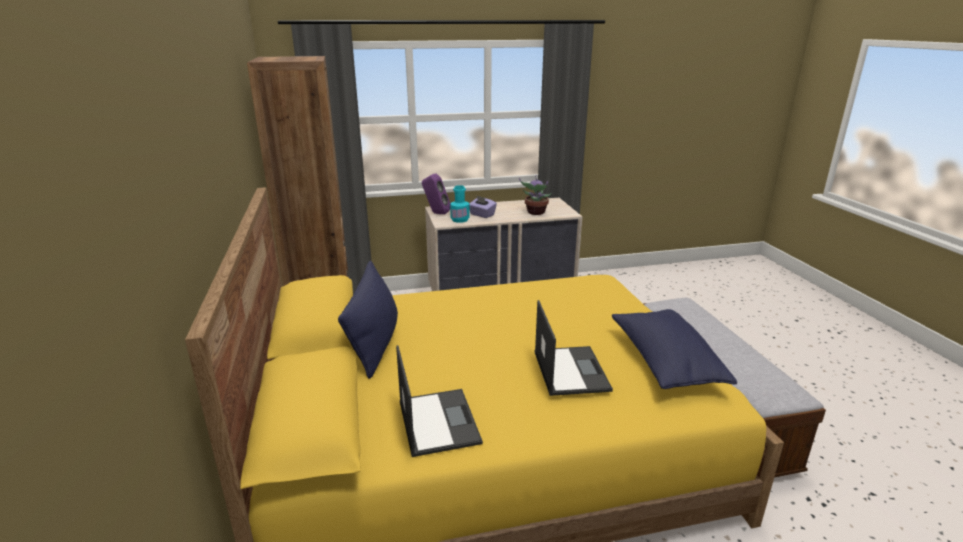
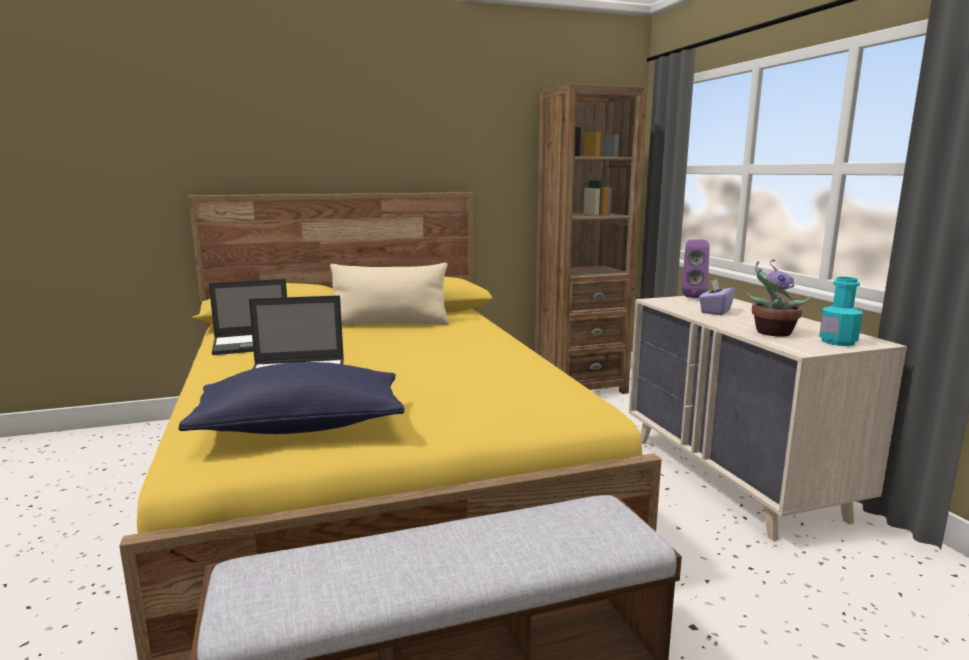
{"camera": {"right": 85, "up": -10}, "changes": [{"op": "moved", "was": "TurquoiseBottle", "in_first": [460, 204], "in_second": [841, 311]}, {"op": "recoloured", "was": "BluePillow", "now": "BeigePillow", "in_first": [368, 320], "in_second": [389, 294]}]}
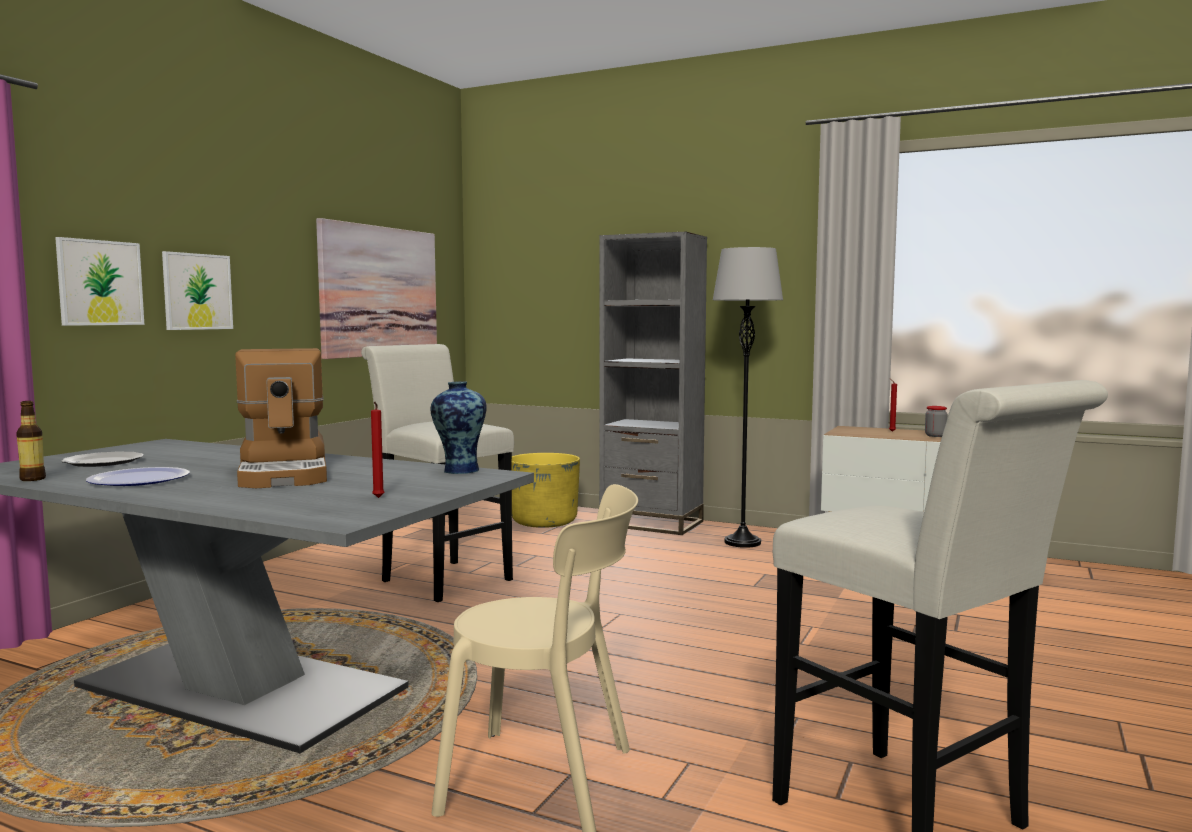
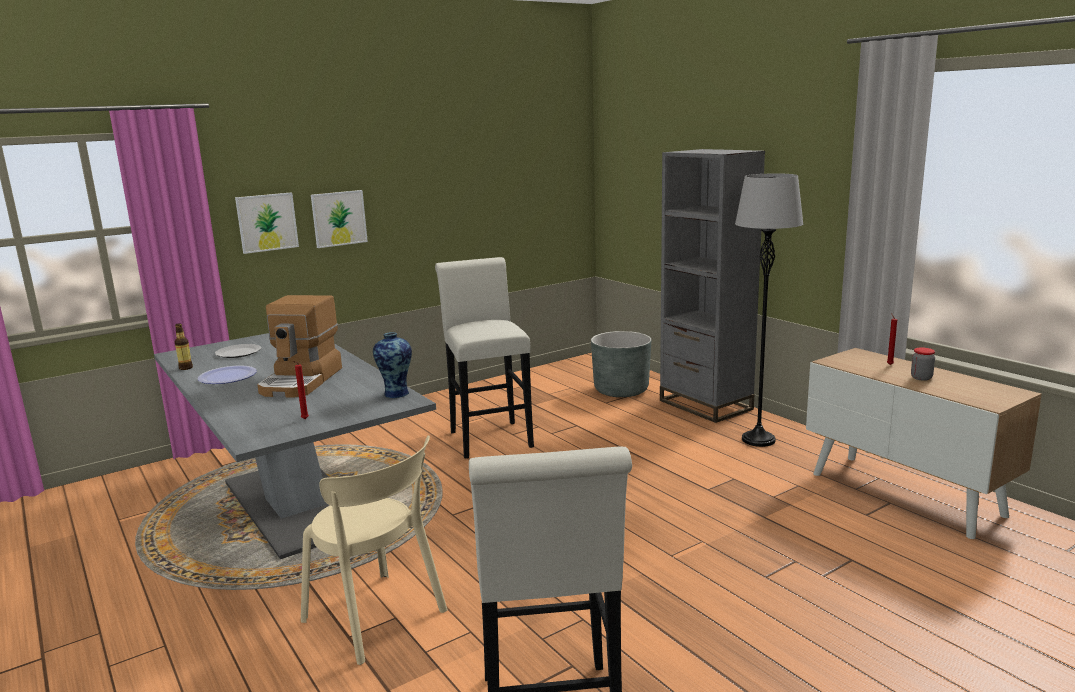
{"camera": {"right": 30, "up": 10}, "changes": [{"op": "removed", "was": "Picture", "in_first": [376, 288]}, {"op": "recoloured", "was": "YellowPlanter", "now": "GreyPlanter", "in_first": [546, 490], "in_second": [621, 364]}]}
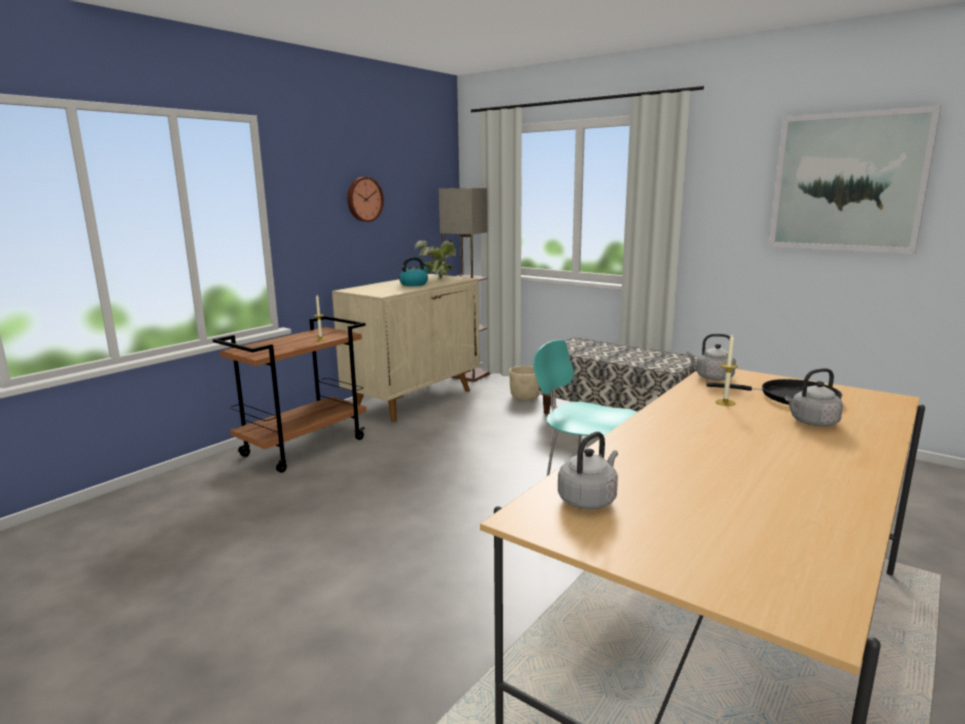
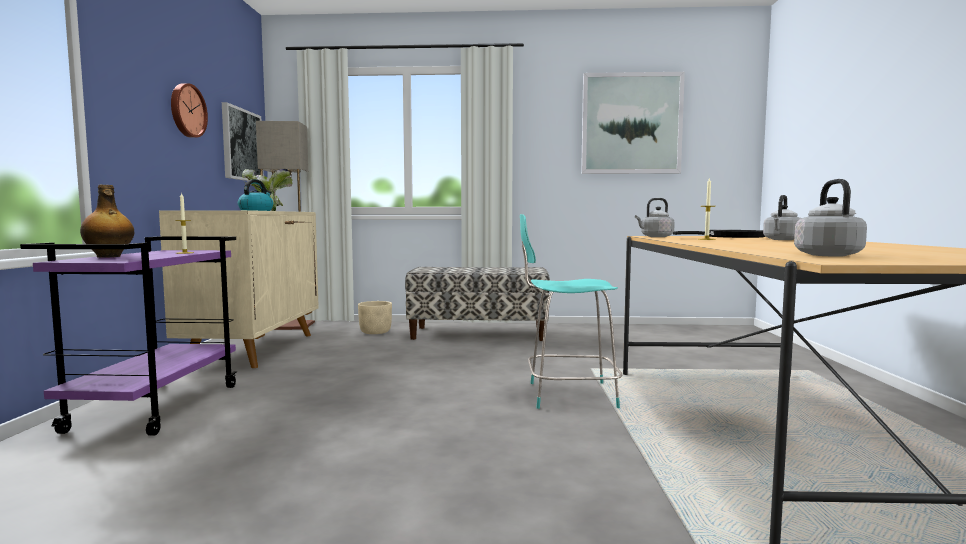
{"camera": {"right": -35, "up": -10}, "changes": [{"op": "added", "now": "Bottle", "in_second": [107, 221]}, {"op": "added", "now": "Picture", "in_second": [243, 141]}, {"op": "recoloured", "was": "BrownCart", "now": "PurpleCart", "in_first": [289, 394], "in_second": [128, 336]}]}
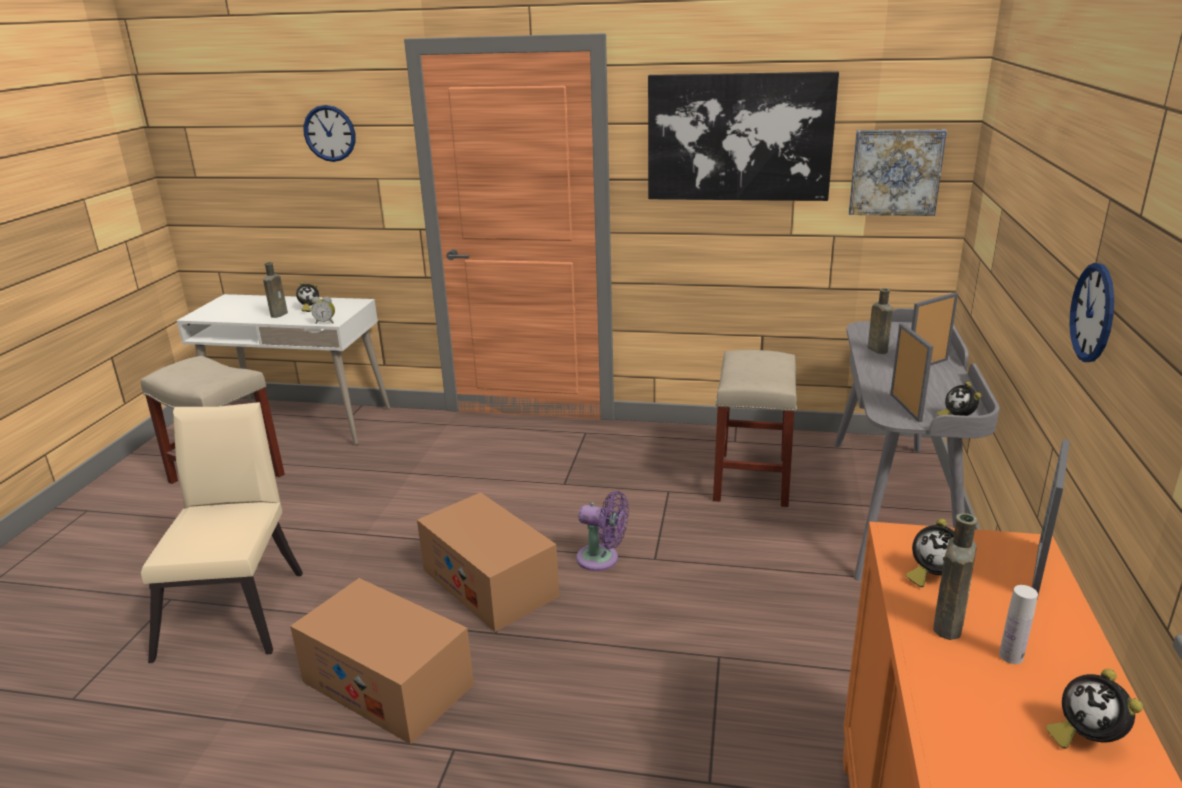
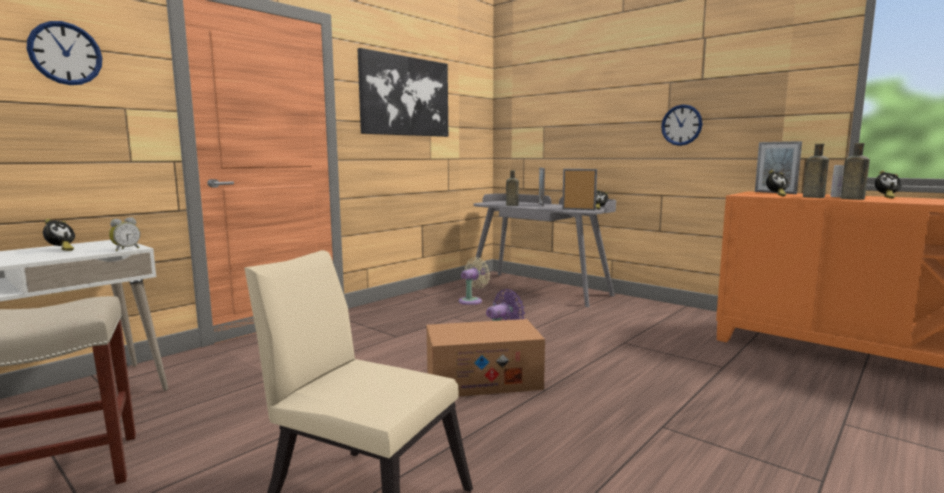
{"camera": {"right": -60, "up": -15}, "changes": [{"op": "removed", "was": "CardboardBox", "in_first": [382, 661]}, {"op": "removed", "was": "Picture", "in_first": [898, 172]}, {"op": "moved", "was": "BrownBottle", "in_first": [275, 290], "in_second": [855, 171]}, {"op": "replaced", "was": "BeigeStool", "now": "BeigeFan", "in_first": [755, 428], "in_second": [474, 281]}]}
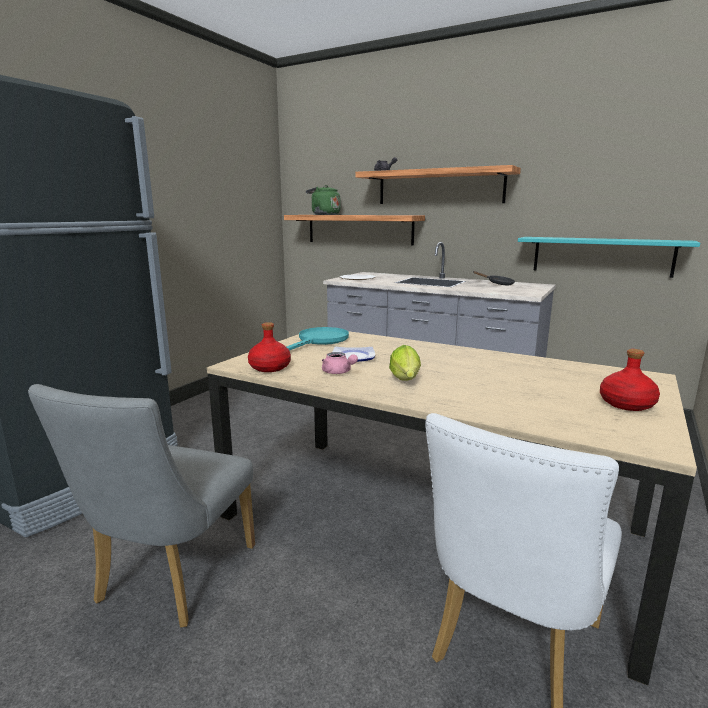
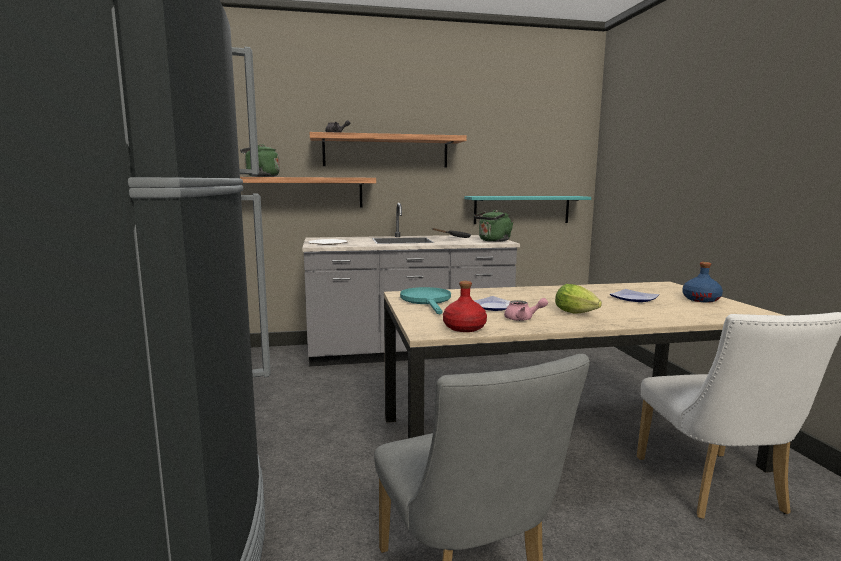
{"camera": {"right": -40, "up": -5}, "changes": [{"op": "added", "now": "GreenKettle", "in_second": [493, 226]}, {"op": "added", "now": "Plate", "in_second": [634, 295]}, {"op": "recoloured", "was": "RedBottle", "now": "BlueBottle", "in_first": [630, 380], "in_second": [702, 282]}]}
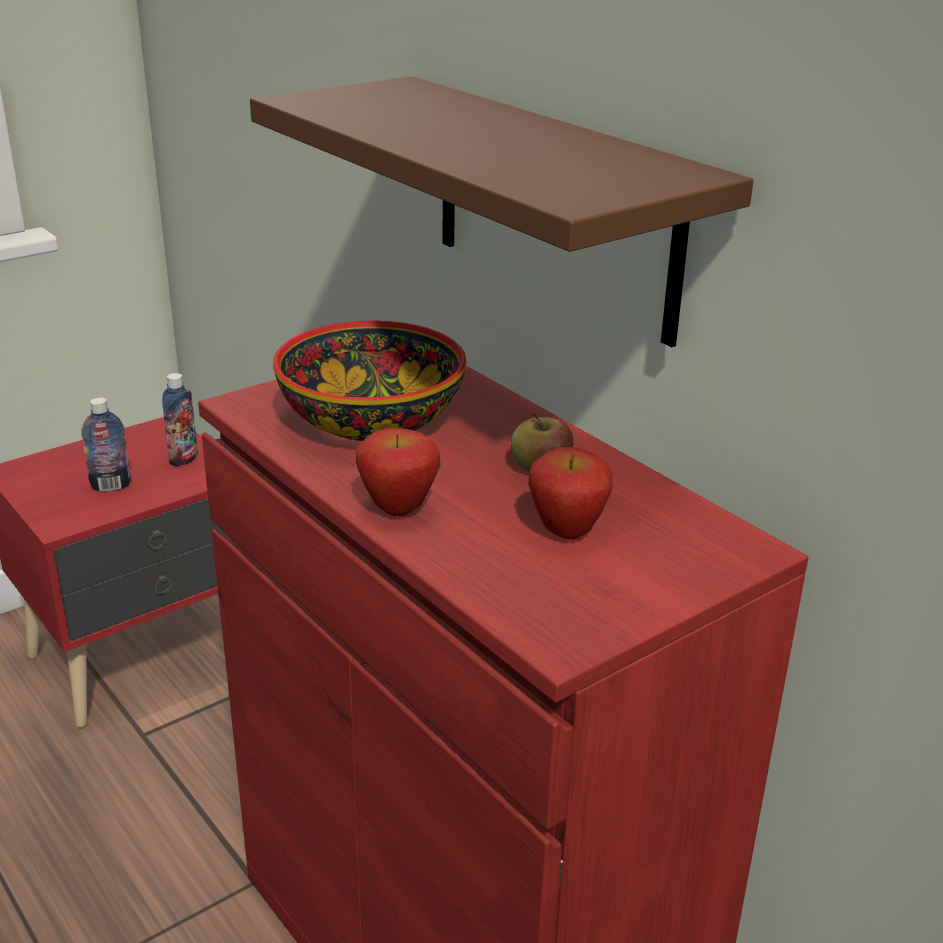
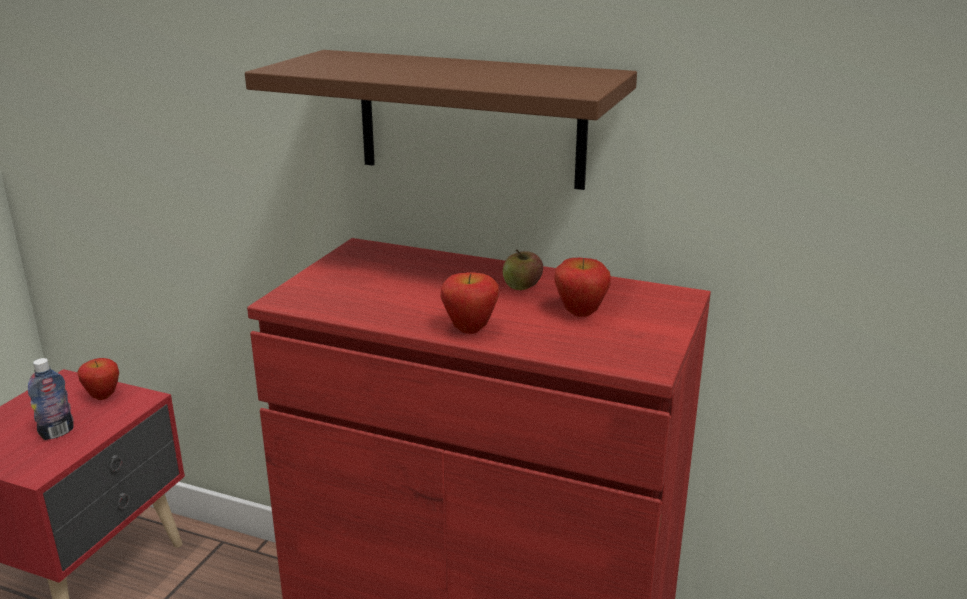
{"camera": {"right": -30, "up": -5}, "changes": [{"op": "removed", "was": "Bowl", "in_first": [369, 380]}, {"op": "replaced", "was": "Bottle", "now": "Apple", "in_first": [180, 420], "in_second": [98, 379]}]}
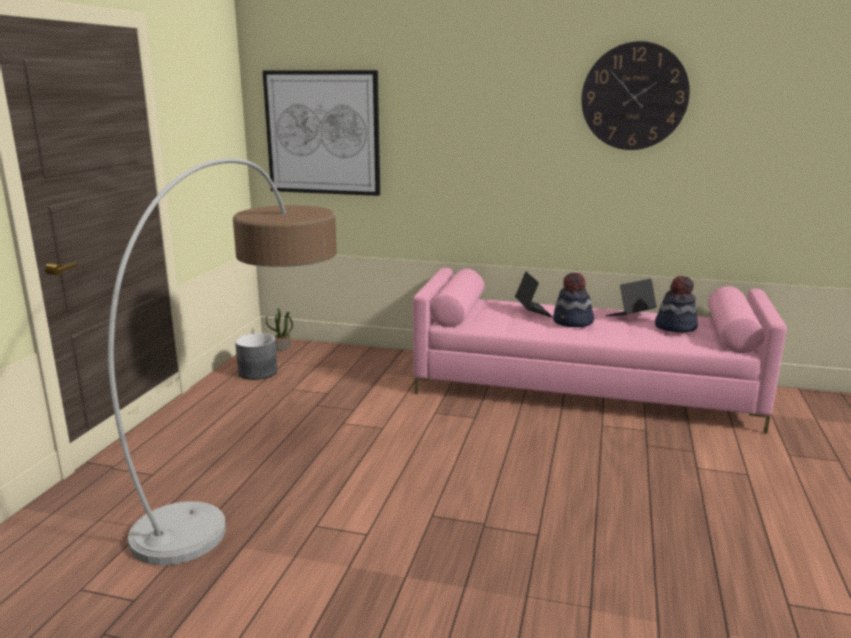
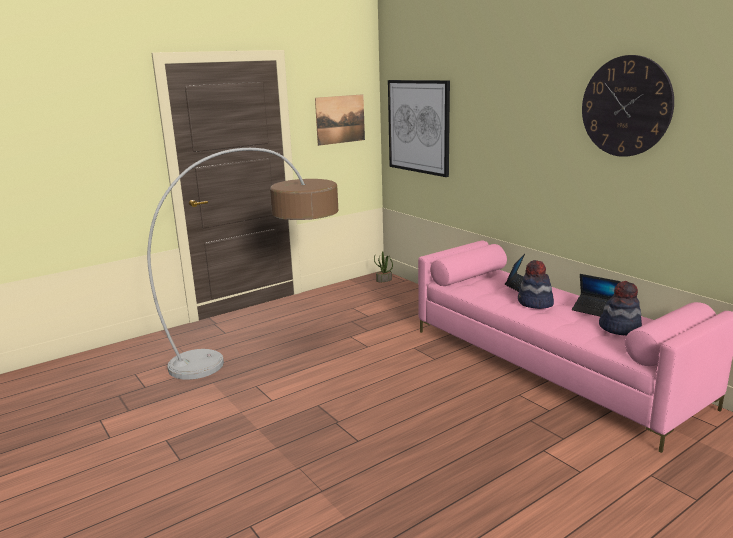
{"camera": {"right": 40, "up": 0}, "changes": [{"op": "removed", "was": "GreyPlanter", "in_first": [256, 356]}, {"op": "added", "now": "Picture", "in_second": [340, 120]}, {"op": "turned", "was": "Laptop", "in_first": [631, 297], "in_second": [596, 295], "clockwise": -150}]}
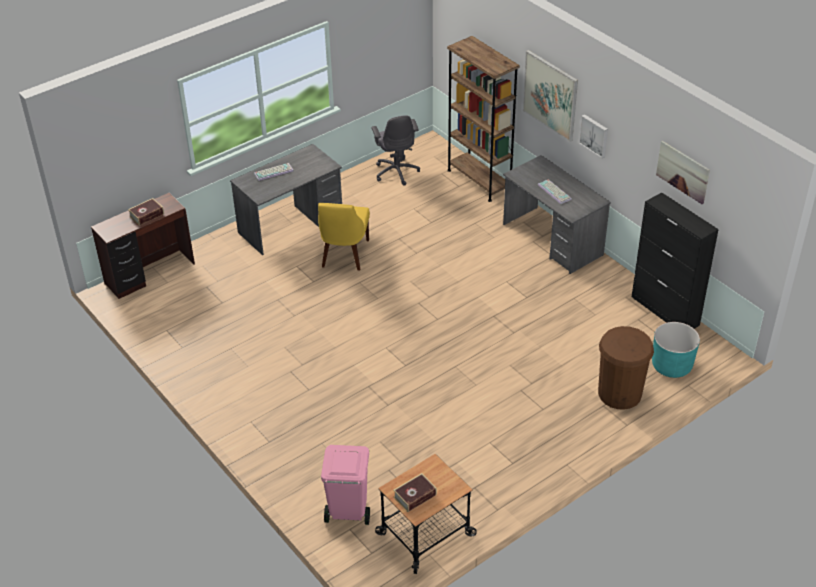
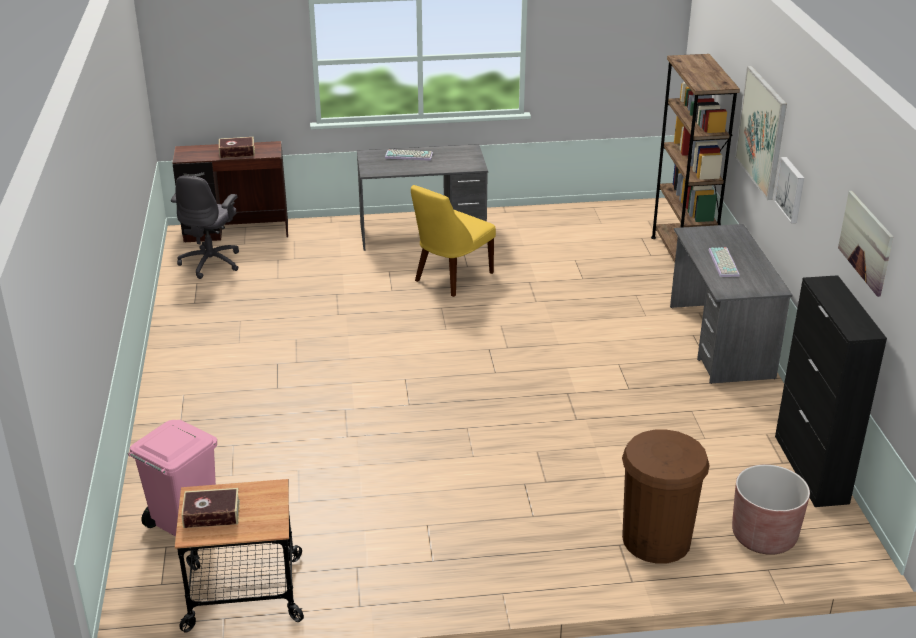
{"camera": {"right": 30, "up": -10}, "changes": [{"op": "moved", "was": "GreyOfficeChair", "in_first": [395, 150], "in_second": [205, 227]}, {"op": "recoloured", "was": "TurquoisePlanter", "now": "BrownPlanter", "in_first": [676, 350], "in_second": [771, 510]}]}
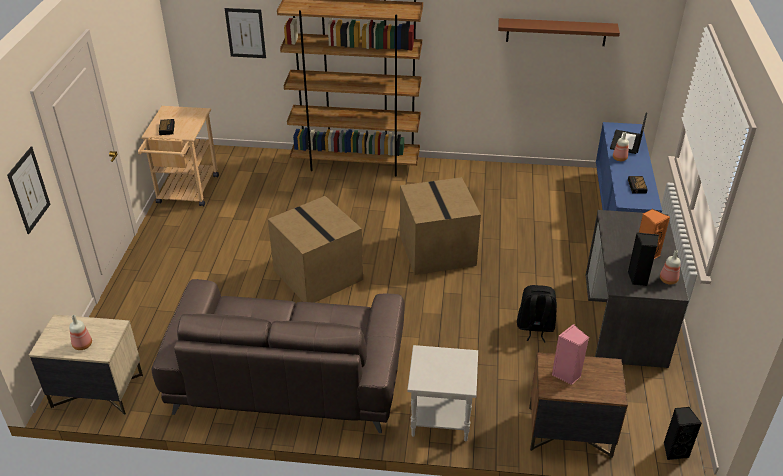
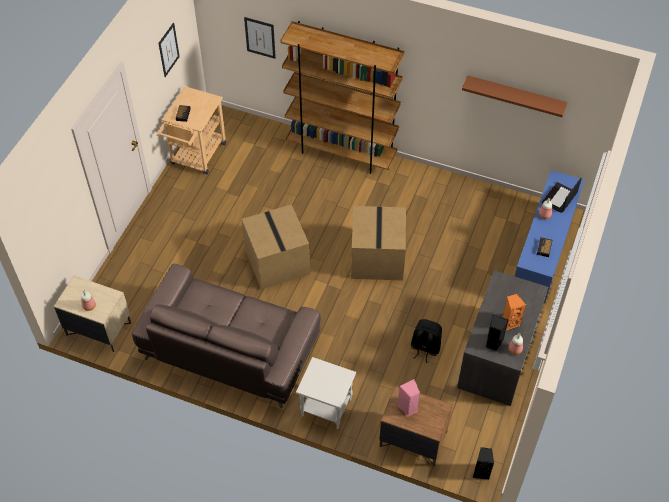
{"camera": {"right": 15, "up": 15}, "changes": [{"op": "moved", "was": "Picture", "in_first": [28, 190], "in_second": [169, 50]}]}
